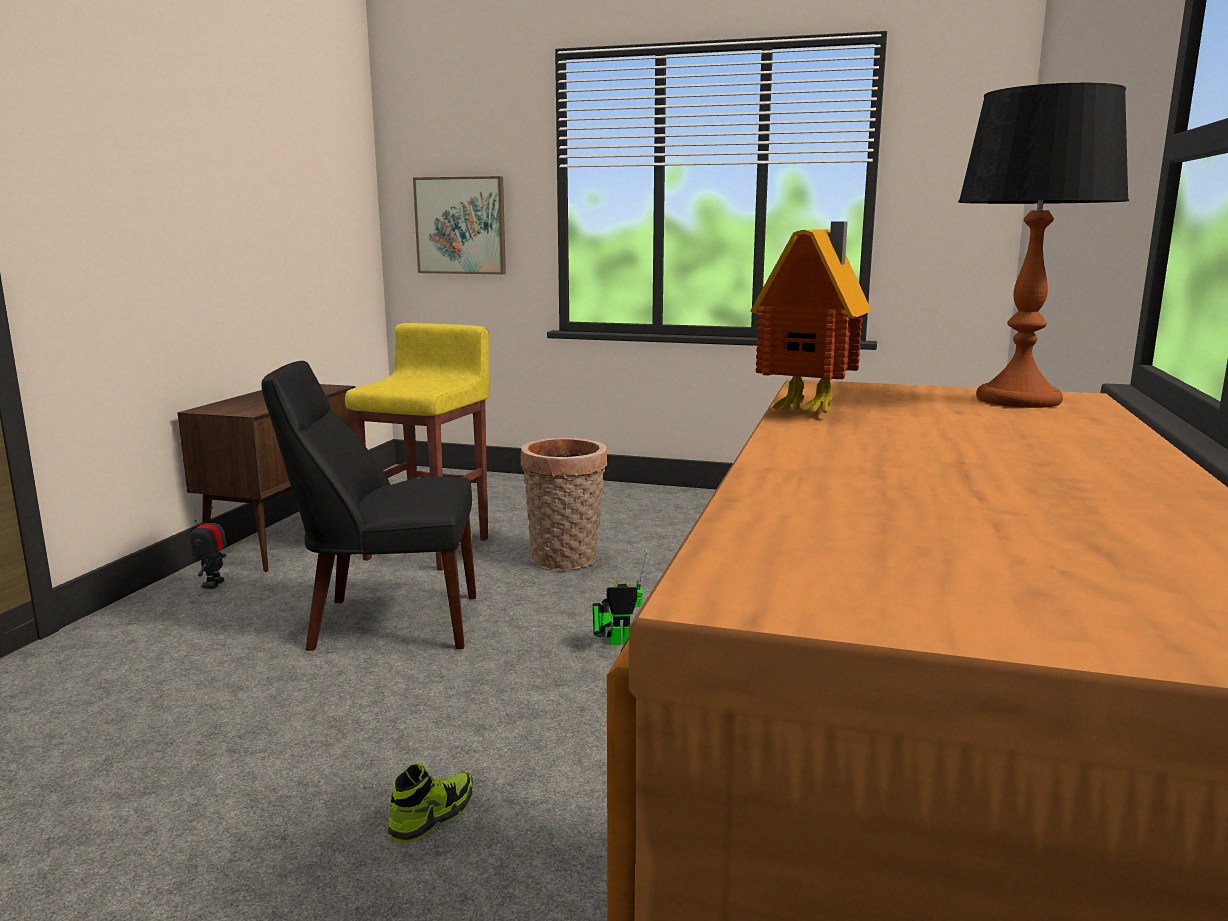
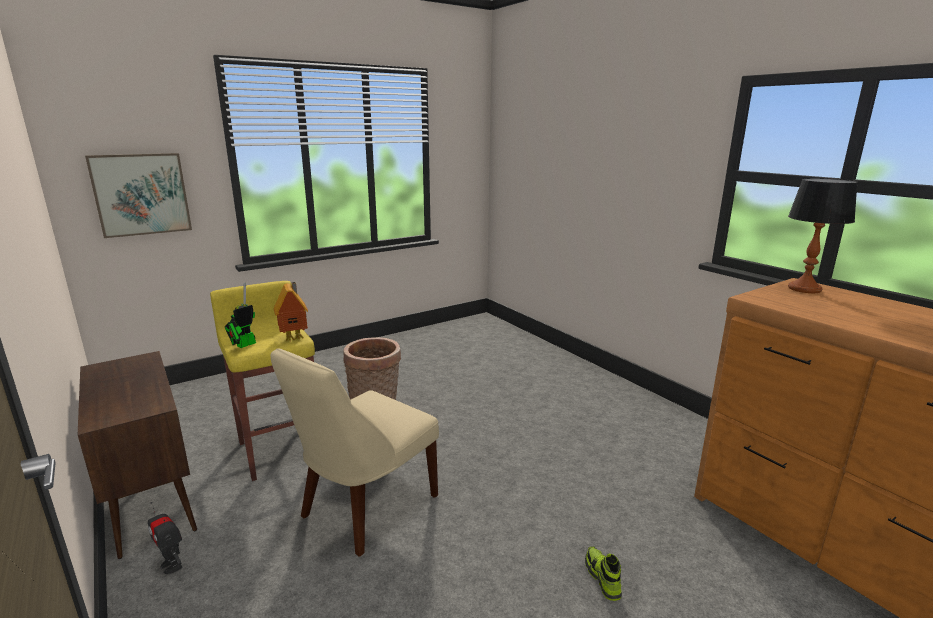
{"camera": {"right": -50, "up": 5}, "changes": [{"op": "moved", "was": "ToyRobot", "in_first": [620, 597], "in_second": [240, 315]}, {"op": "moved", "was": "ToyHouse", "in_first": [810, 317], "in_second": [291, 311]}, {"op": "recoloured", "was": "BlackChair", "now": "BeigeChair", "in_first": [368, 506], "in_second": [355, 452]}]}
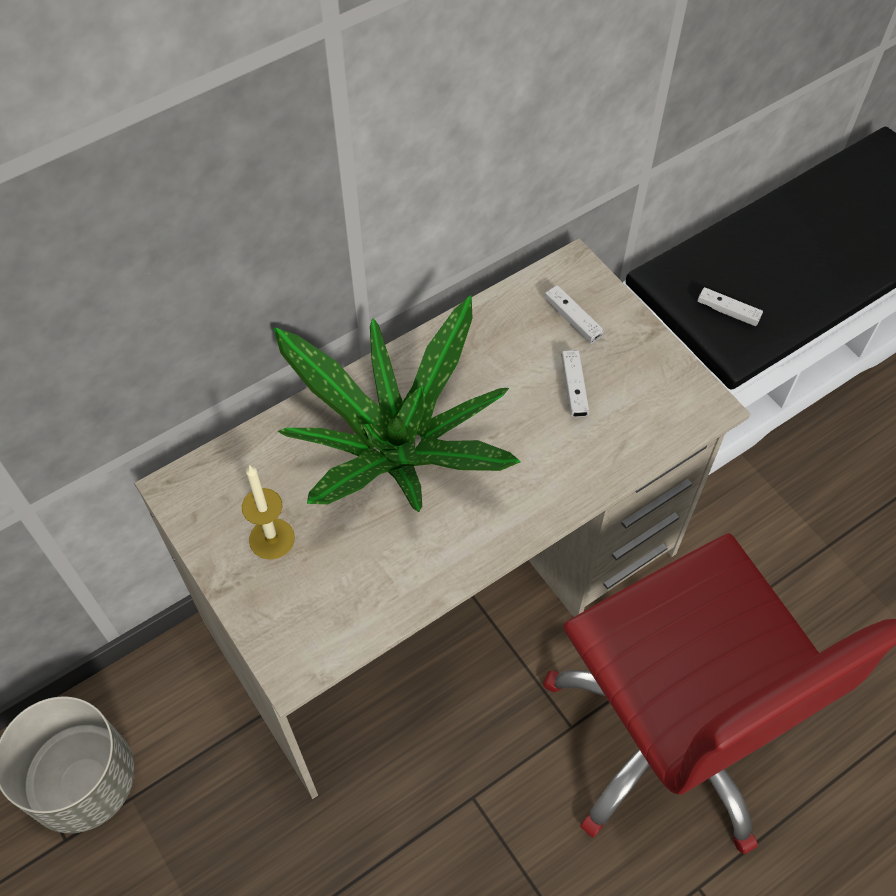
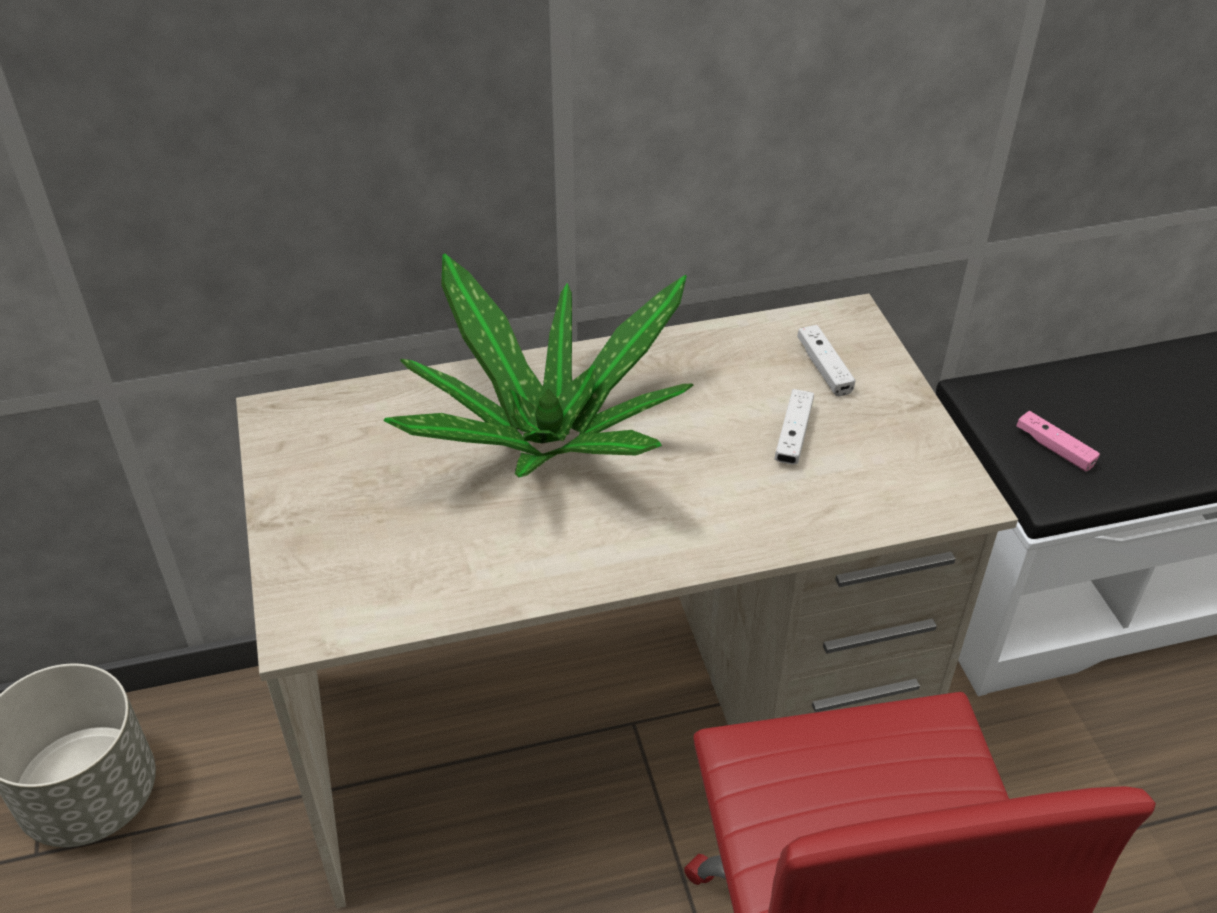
{"camera": {"right": 20, "up": -15}, "changes": [{"op": "removed", "was": "Candle", "in_first": [268, 512]}, {"op": "recoloured", "was": "WhiteGameController", "now": "PinkGameController", "in_first": [730, 306], "in_second": [1058, 441]}]}
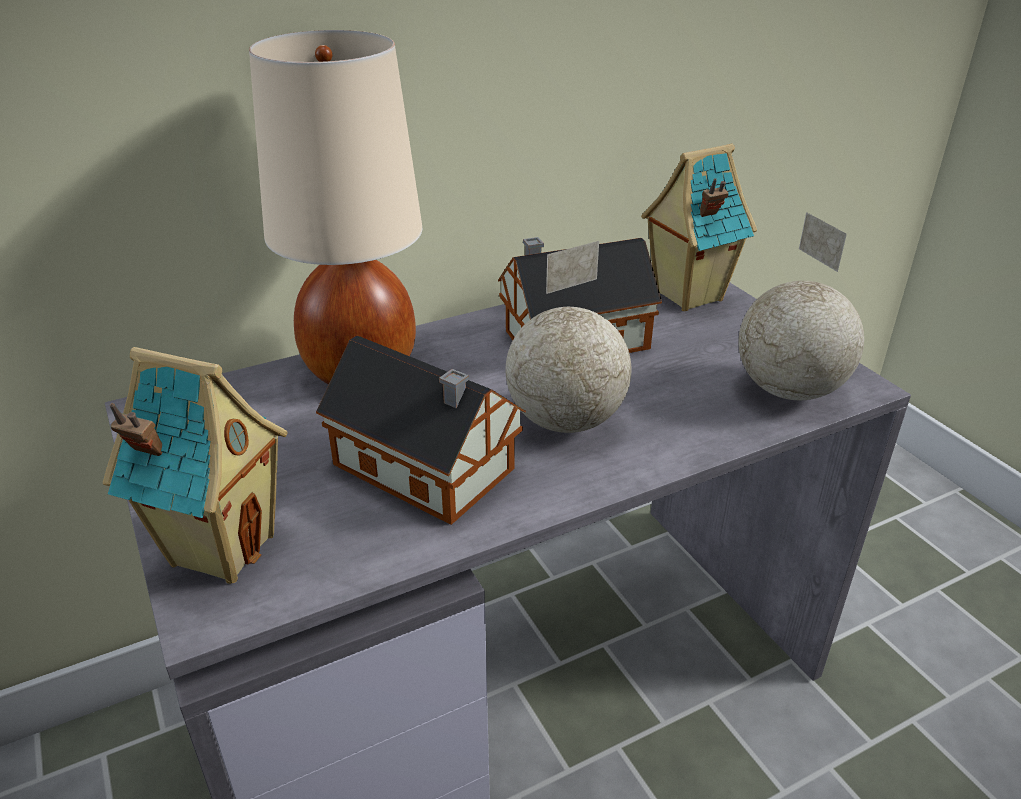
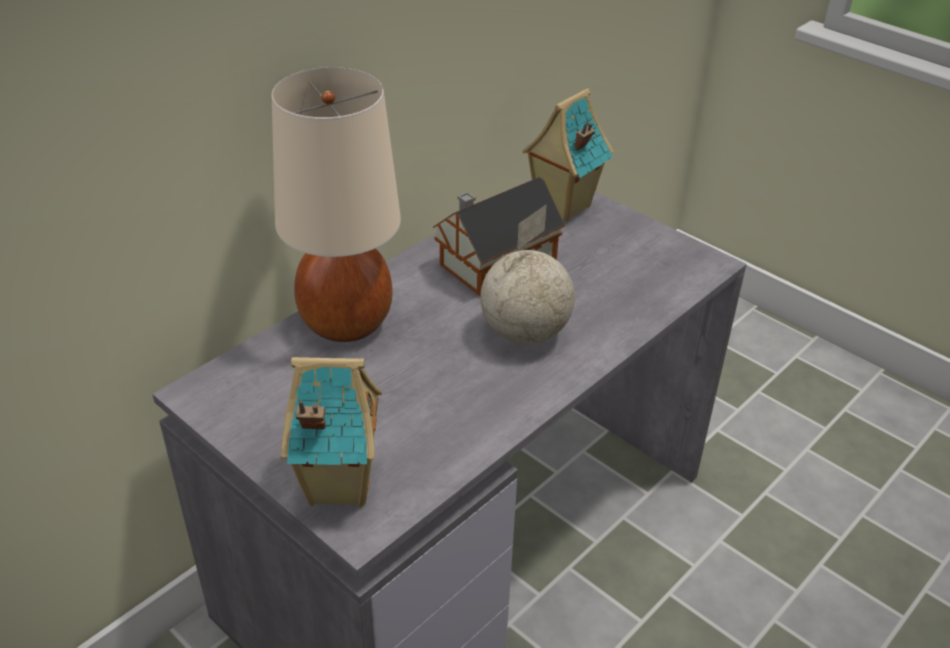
{"camera": {"right": -20, "up": 5}, "changes": [{"op": "removed", "was": "ToyHouse", "in_first": [421, 430]}, {"op": "removed", "was": "Globe", "in_first": [801, 306]}]}
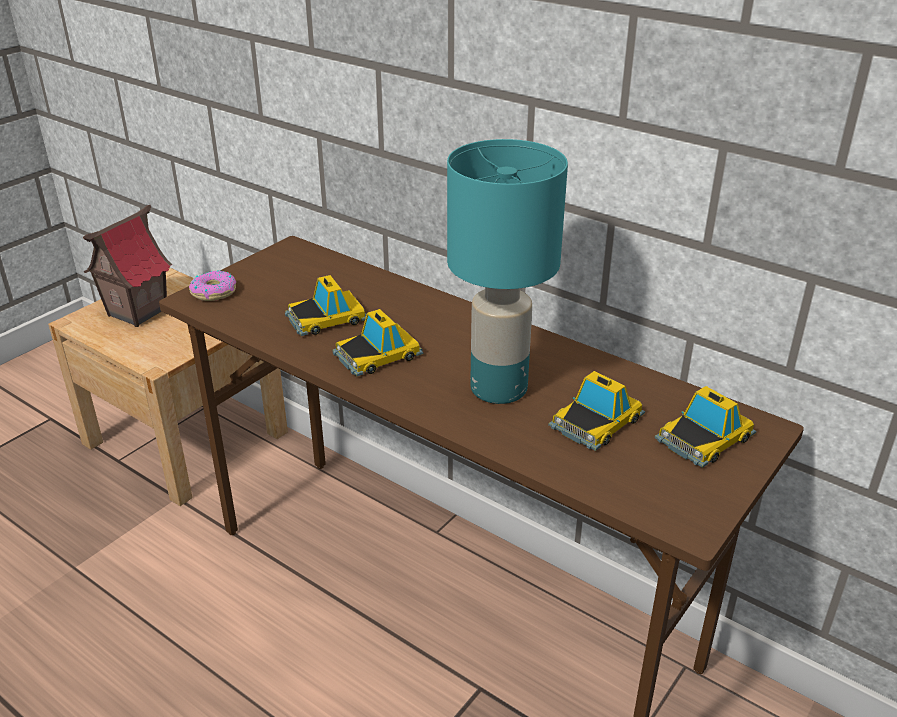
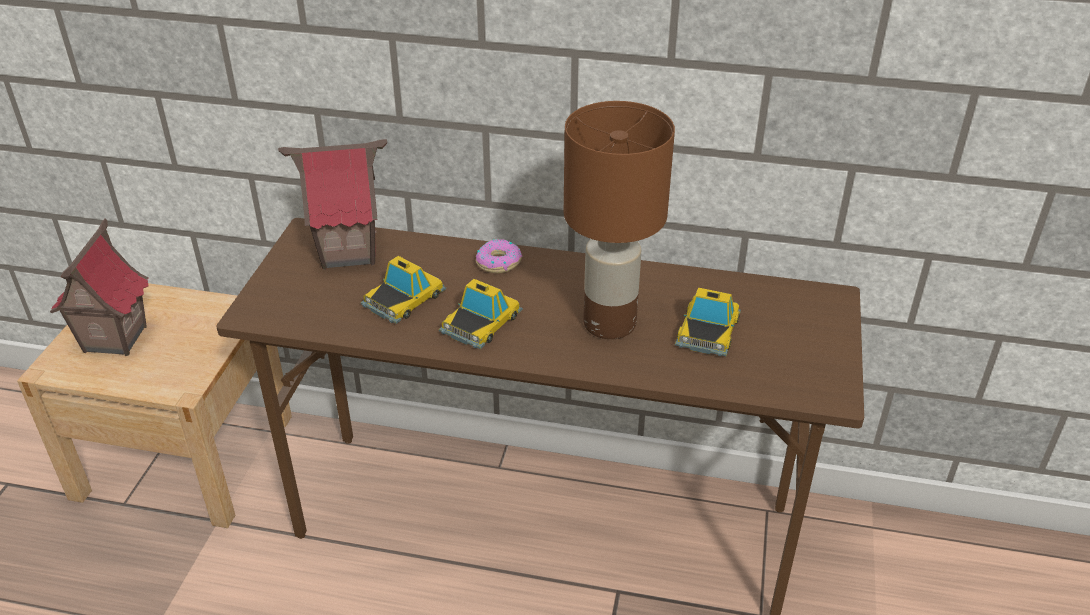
{"camera": {"right": -25, "up": 5}, "changes": [{"op": "removed", "was": "ToyCar", "in_first": [705, 427]}, {"op": "added", "now": "ToyHouse", "in_second": [332, 204]}, {"op": "moved", "was": "Donut", "in_first": [212, 285], "in_second": [499, 256]}, {"op": "recoloured", "was": "TurquoiseTableLamp", "now": "BrownTableLamp", "in_first": [507, 271], "in_second": [619, 220]}]}
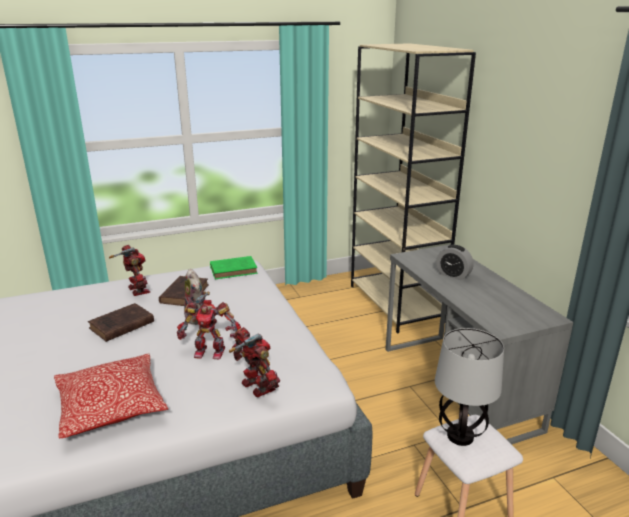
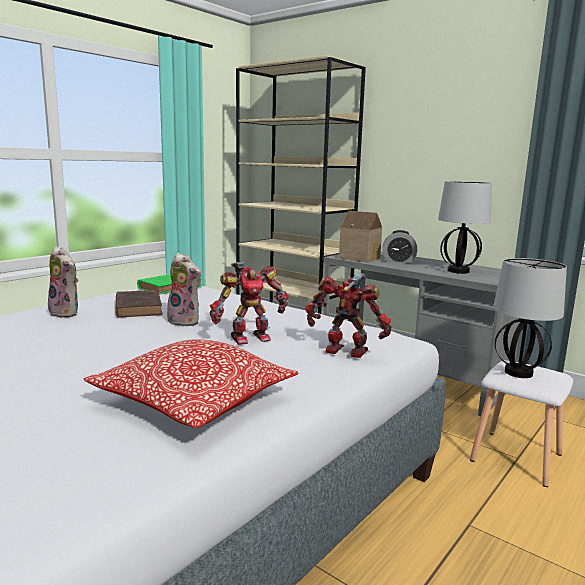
{"camera": {"right": -30, "up": -10}, "changes": [{"op": "removed", "was": "BrownBook", "in_first": [121, 322]}, {"op": "added", "now": "ToyHouse", "in_second": [360, 236]}, {"op": "added", "now": "TableLamp", "in_second": [465, 227]}, {"op": "replaced", "was": "ToyRobot", "now": "PlushToy", "in_first": [129, 270], "in_second": [63, 282]}]}
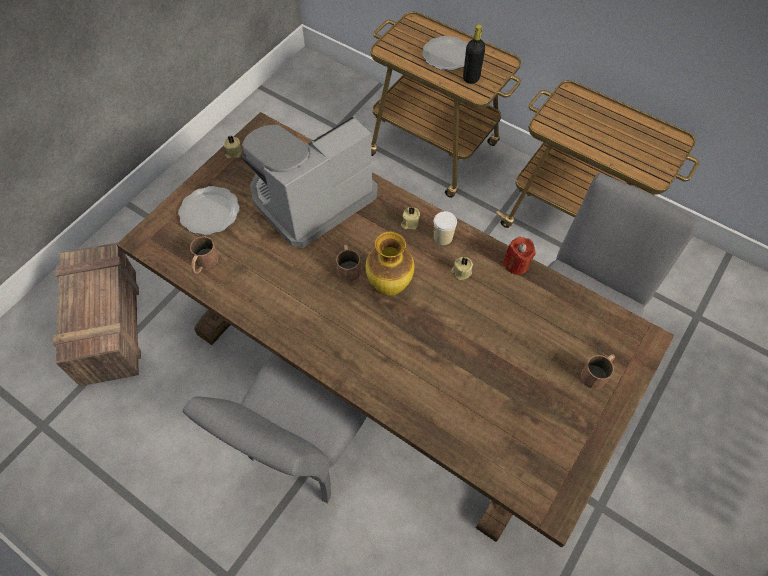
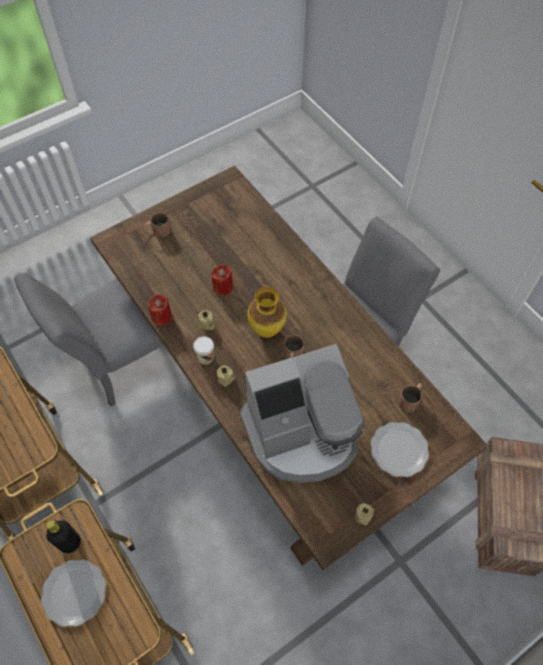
{"camera": {"right": -160, "up": 0}, "changes": [{"op": "added", "now": "RedCandle", "in_second": [222, 279]}]}
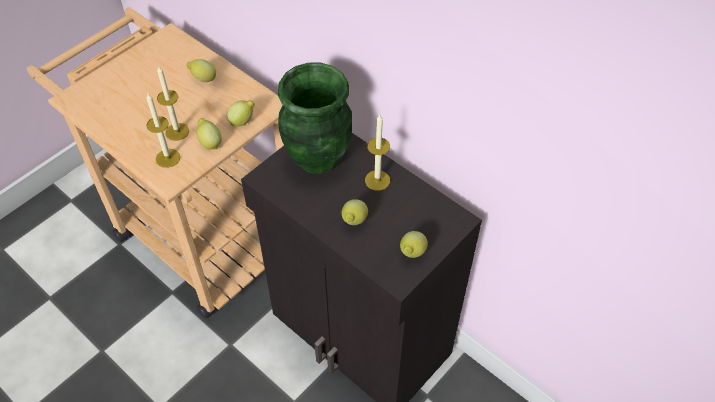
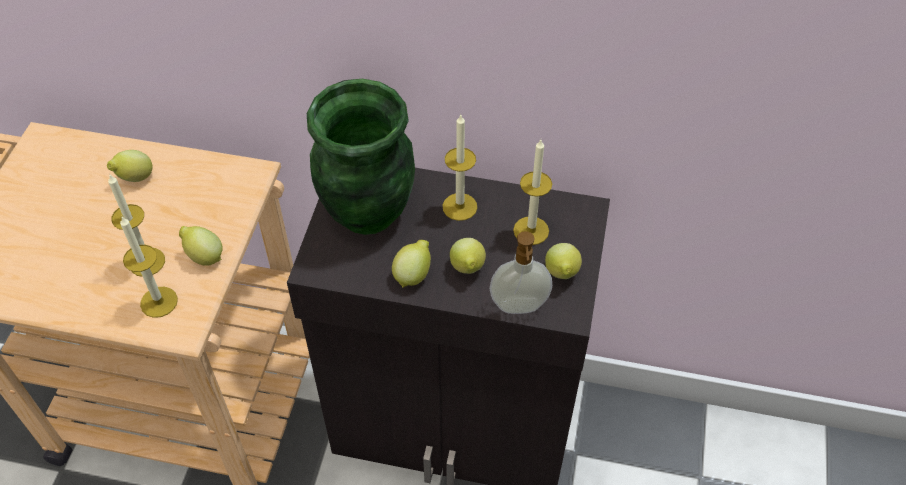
{"camera": {"right": -30, "up": 0}, "changes": [{"op": "added", "now": "SoapDispenser", "in_second": [521, 272]}, {"op": "added", "now": "Candle", "in_second": [532, 192]}, {"op": "moved", "was": "Lemon", "in_first": [241, 113], "in_second": [411, 264]}]}
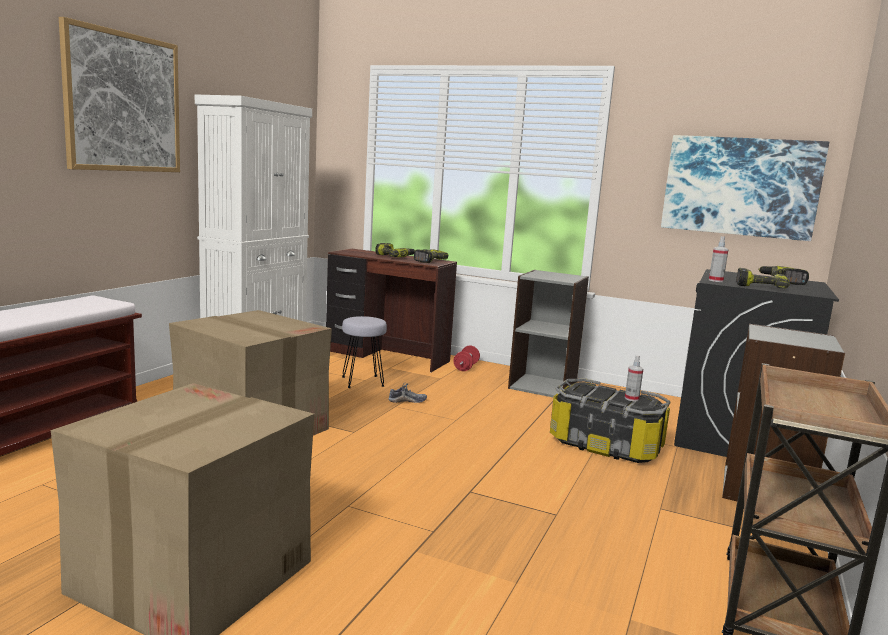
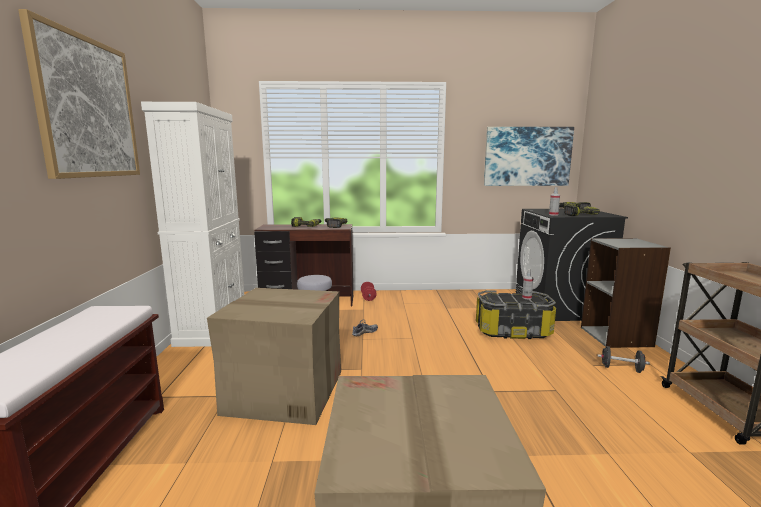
{"camera": {"right": -25, "up": 0}, "changes": [{"op": "removed", "was": "GreyBookcase", "in_first": [548, 333]}, {"op": "added", "now": "BlackDumbbell", "in_second": [623, 359]}]}
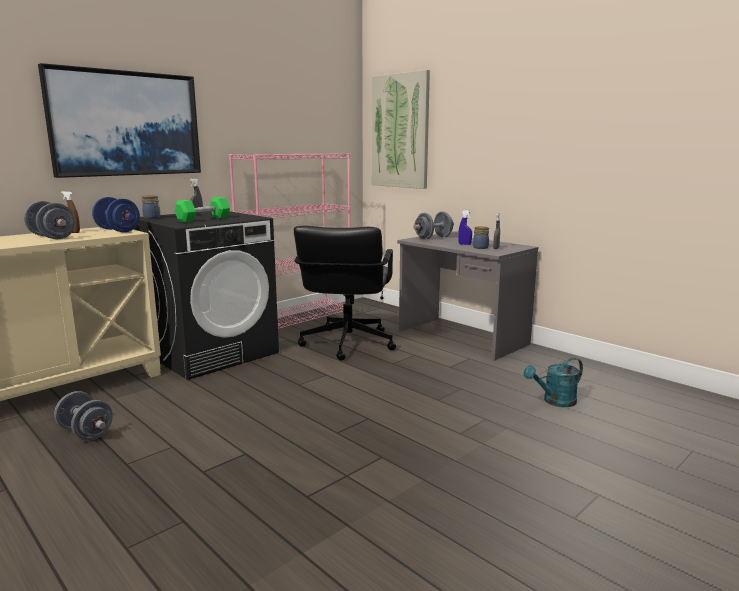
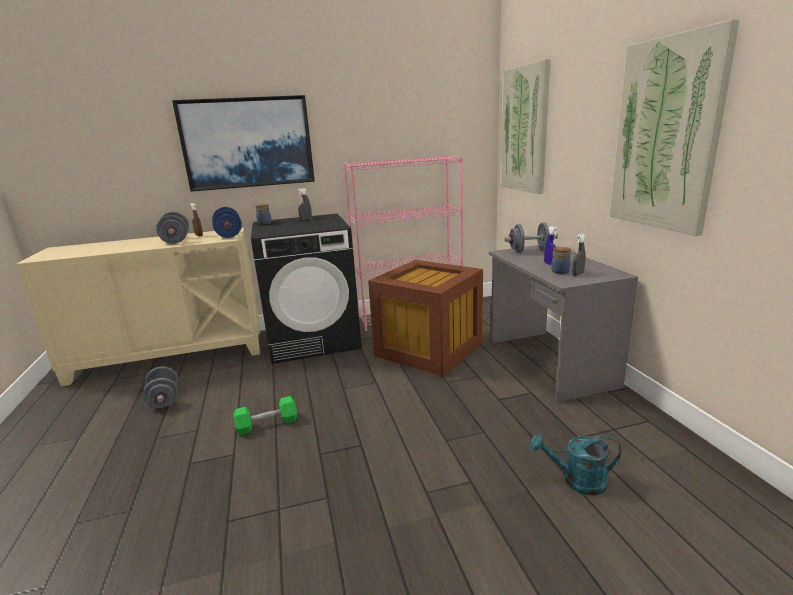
{"camera": {"right": 30, "up": 5}, "changes": [{"op": "added", "now": "Picture", "in_second": [675, 127]}, {"op": "moved", "was": "GreenDumbbell", "in_first": [202, 209], "in_second": [265, 415]}, {"op": "replaced", "was": "BlackOfficeChair", "now": "BrownStorageBox", "in_first": [345, 293], "in_second": [425, 318]}]}
